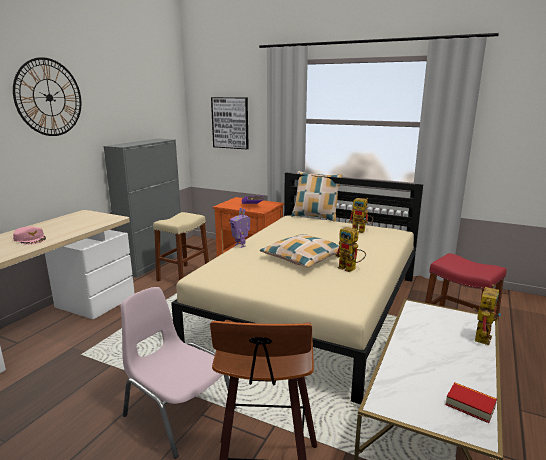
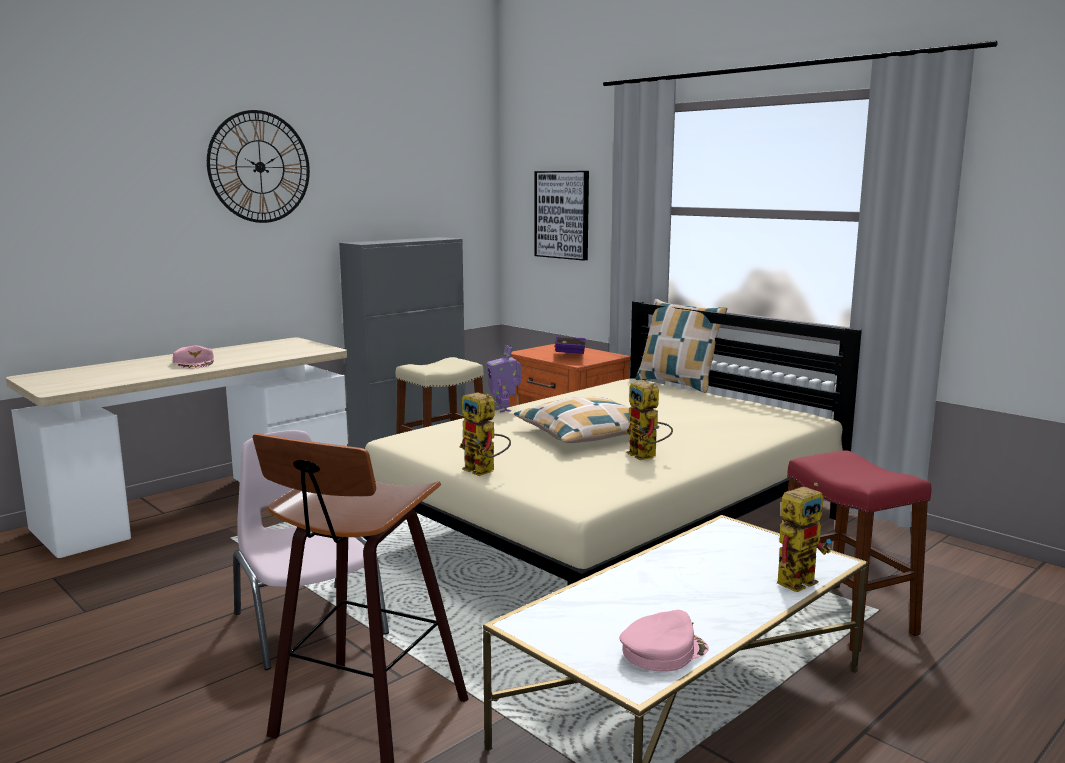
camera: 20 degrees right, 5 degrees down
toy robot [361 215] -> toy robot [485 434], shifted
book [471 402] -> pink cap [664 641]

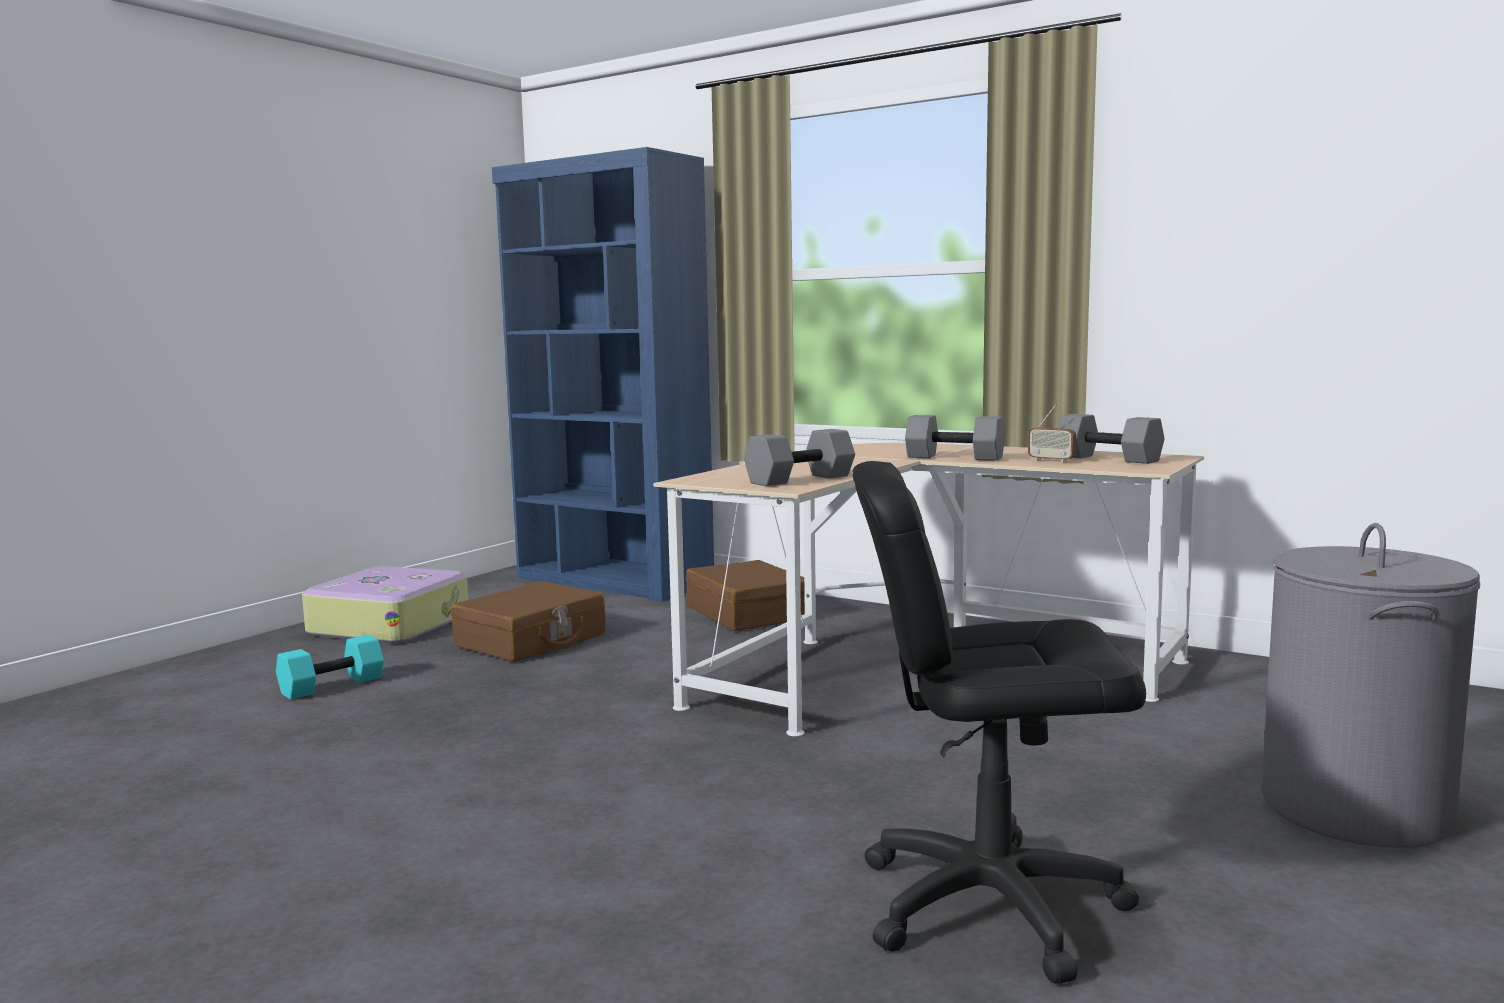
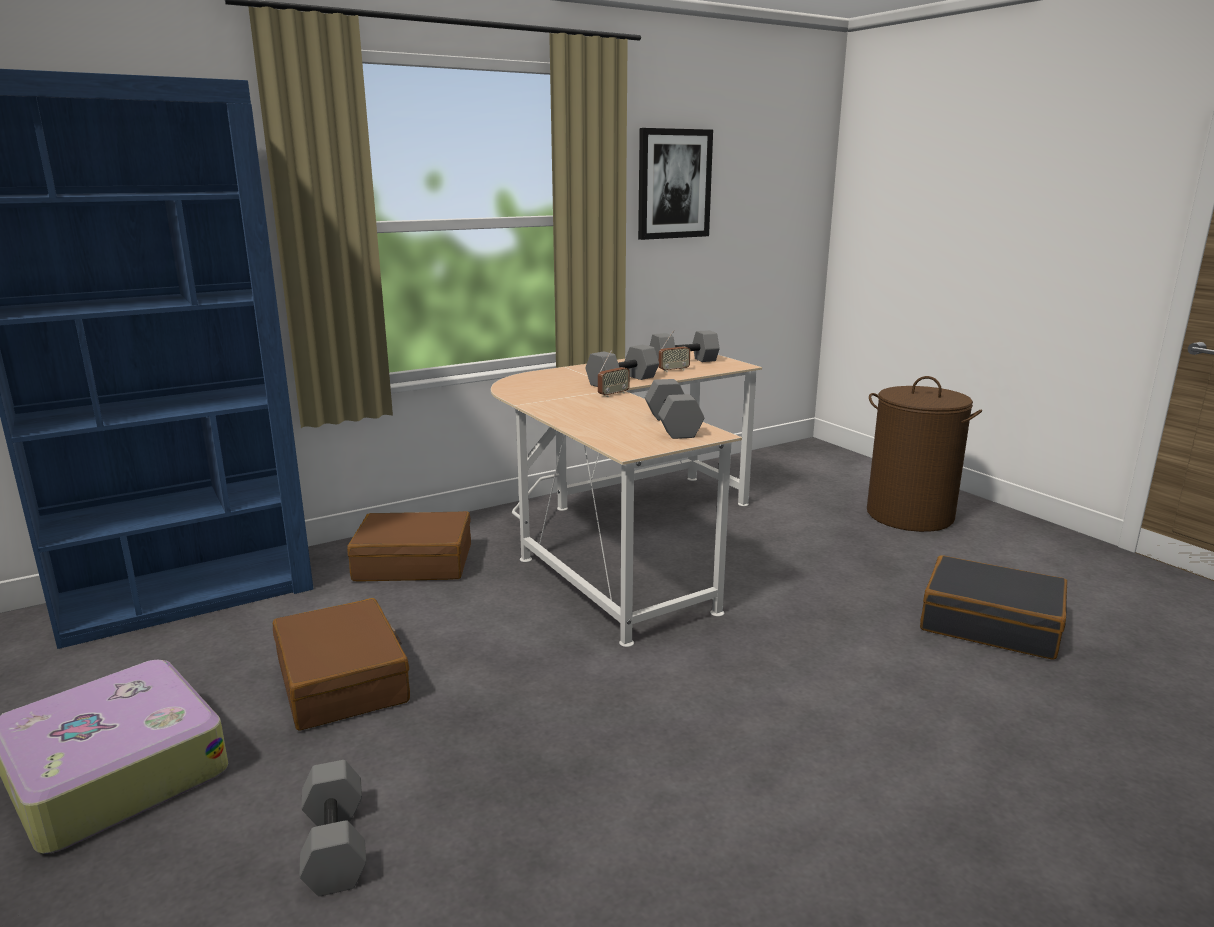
camera: 65 degrees left, 10 degrees up
black office chair [999 722] -> black suitcase [993 607]
grey laundry basket [1370 685] -> brown laundry basket [924 454]
turquoise dumbbell [330 667] -> grey dumbbell [332 828]
none -> picture [675 184]
none -> radio [614 373]

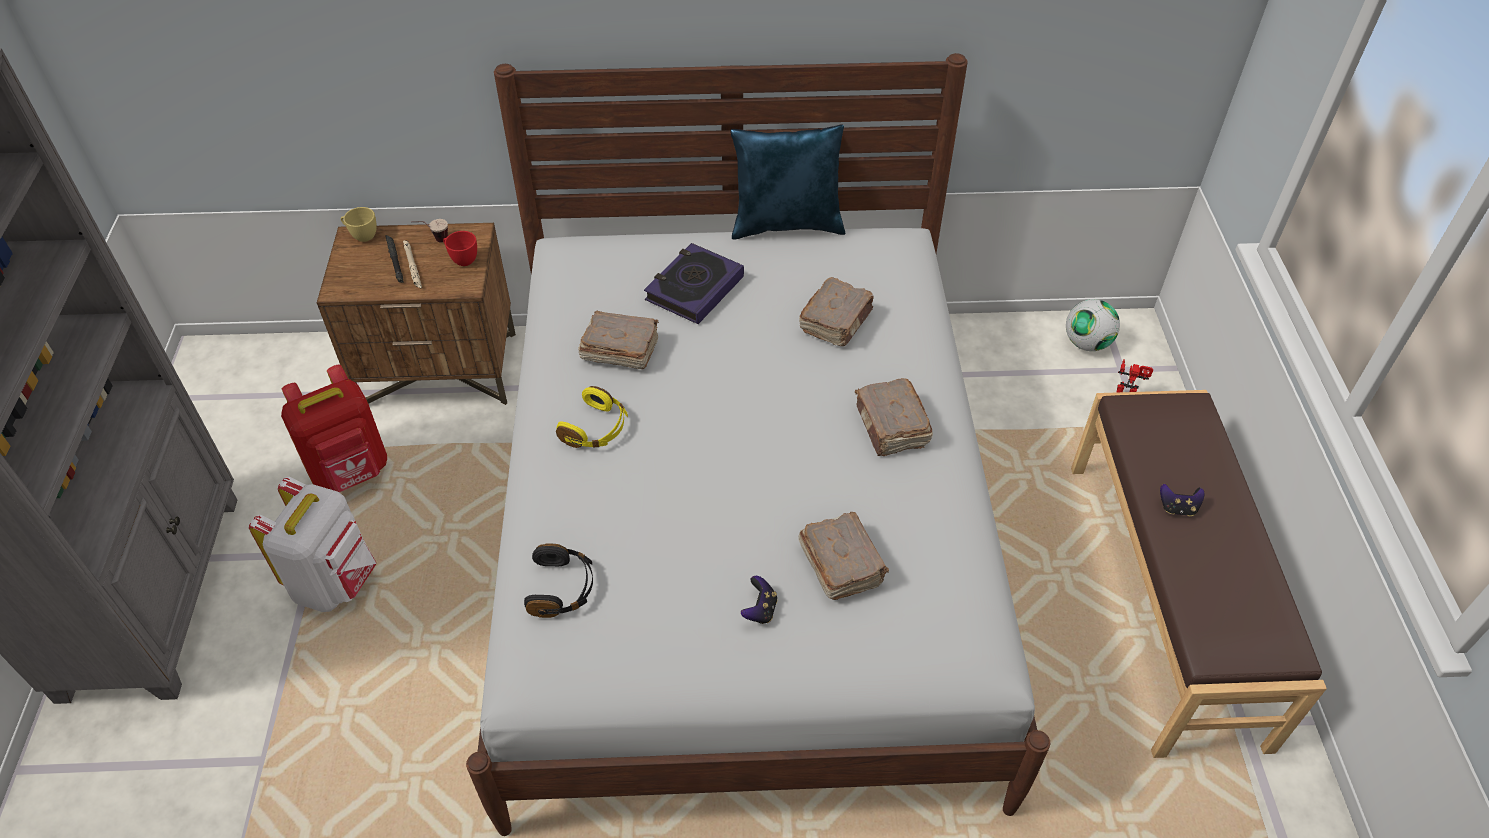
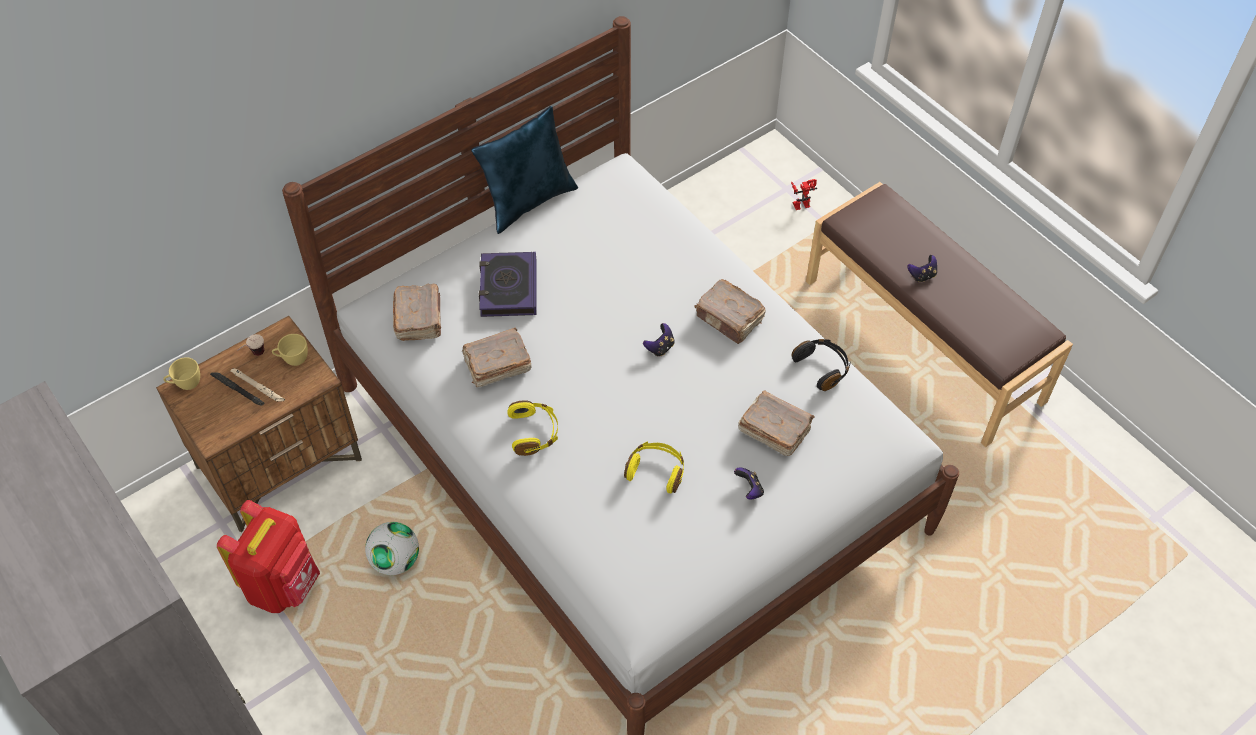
camera: 35 degrees left, 5 degrees up
red cup [460 248] -> yellow cup [290 350]
brown book [836 311] -> brown book [417 312], shifted
football [1093 325] -> football [392 548], shifted
white backpack [313 544] -> none
black headphones [558 580] -> black headphones [821 365], shifted
none -> game controller [659 340]
none -> yellow headphones [654 467]

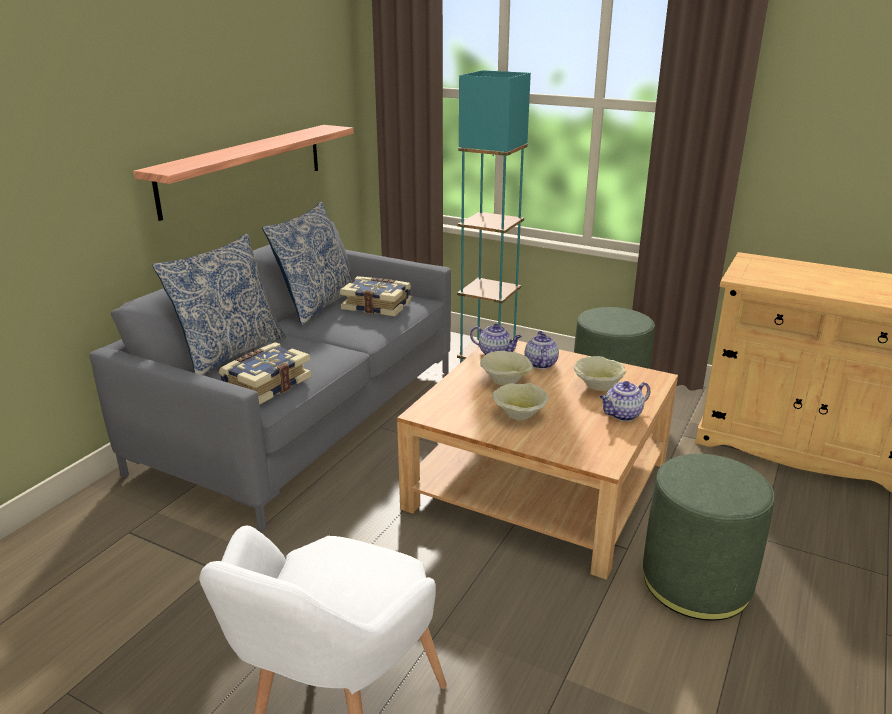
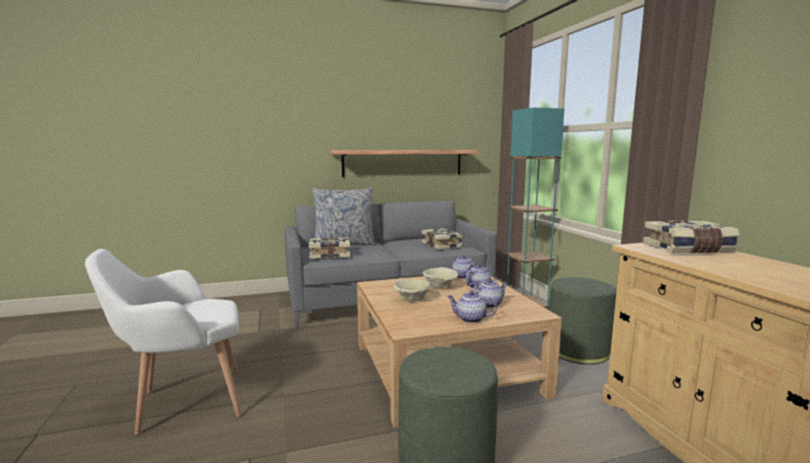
camera: 45 degrees right, 15 degrees down
pillow [307 263] -> none
beige bowl [600 373] -> teapot [489 293]
none -> book [691 237]

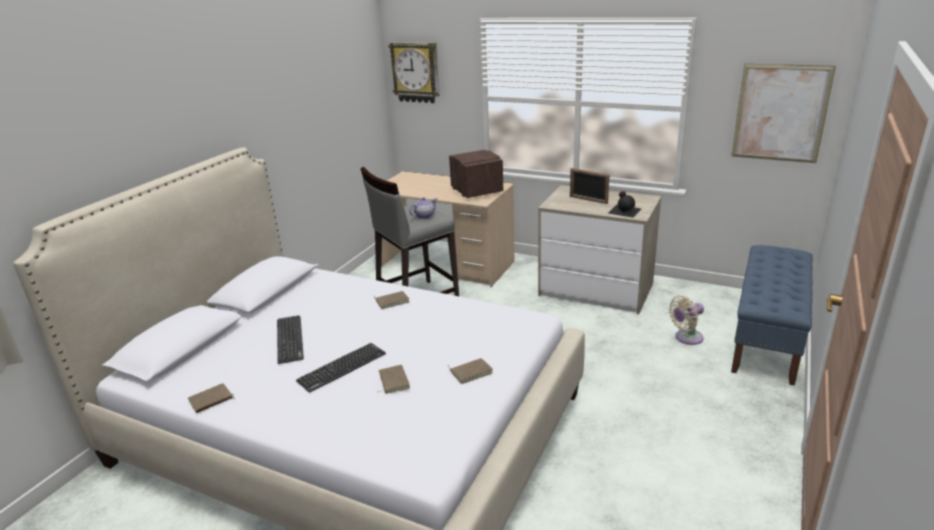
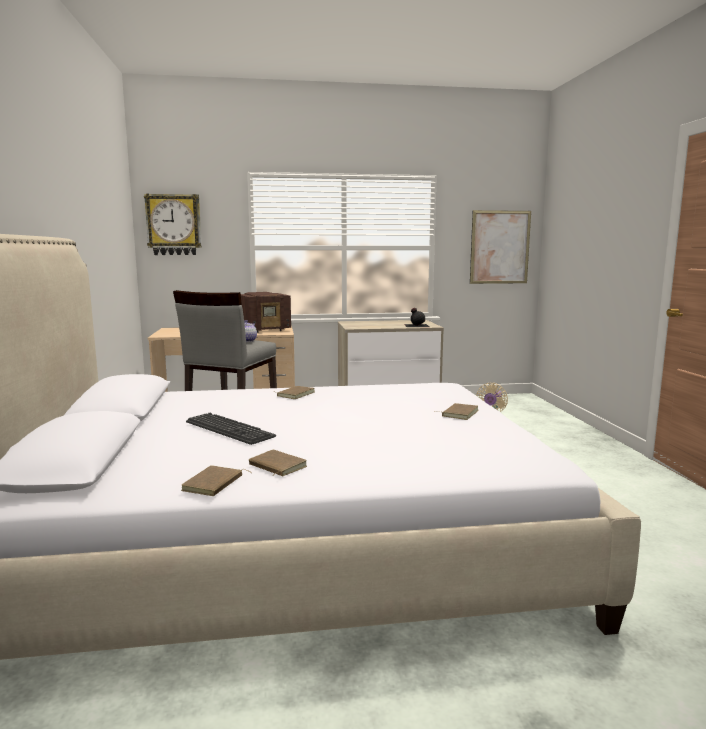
camera: 35 degrees left, 15 degrees down
radio [476 174] -> radio [266 312], 120 degrees clockwise
picture frame [590 186] -> none
blue bench [772 315] -> none
keyboard [341 367] -> none
brown book [394 379] -> brown book [278 463], shifted

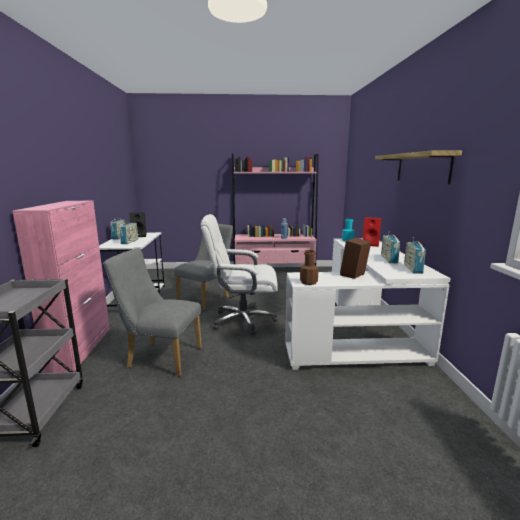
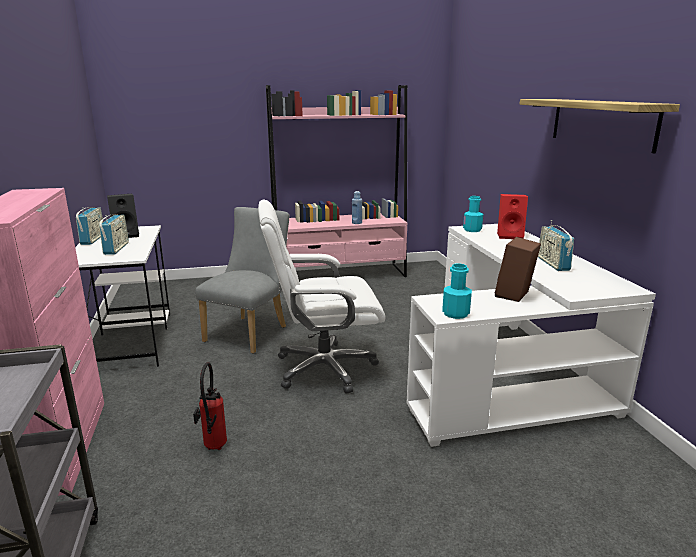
camera: 10 degrees left, 5 degrees up
radio [415 255] -> none
grey chair [152 312] -> fire extinguisher [210 406]
brown bottle [309 267] -> turquoise bottle [457 291]

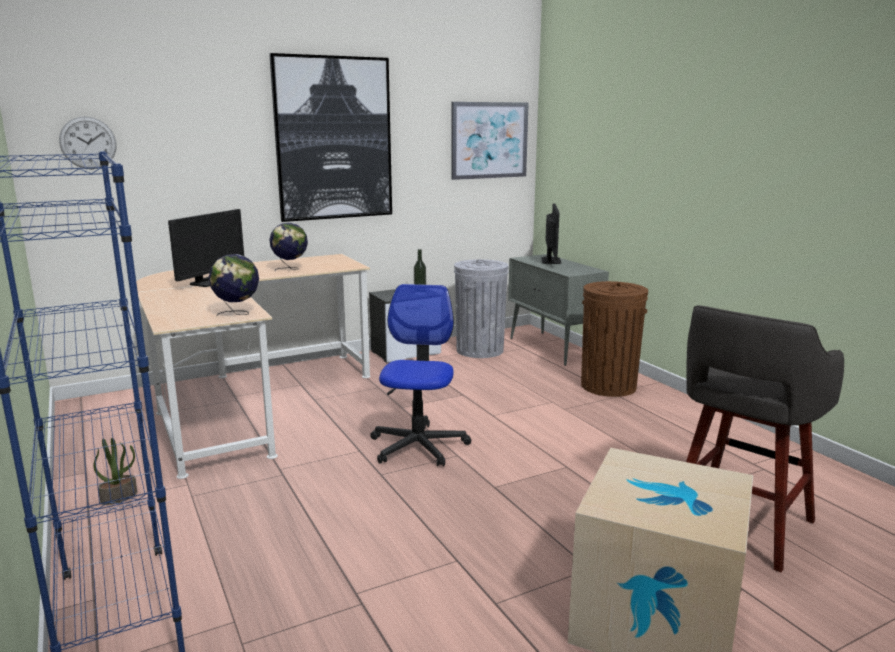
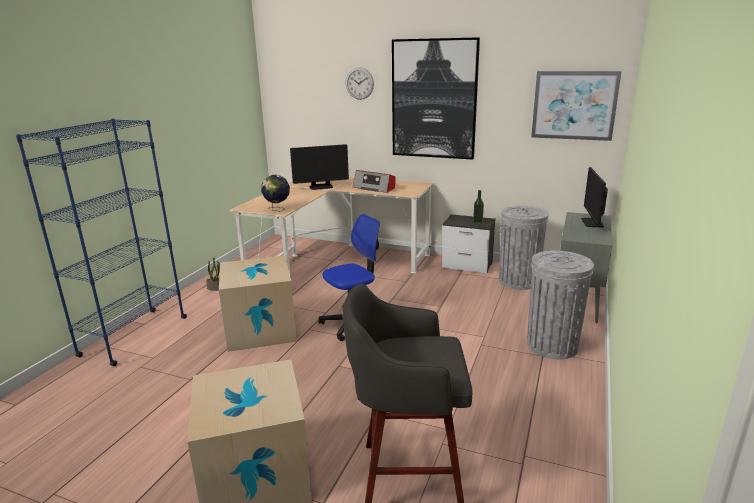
camera: 50 degrees right, 5 degrees up
wall clock [87 142] -> wall clock [360 84], shifted
monitor [551 233] -> monitor [595 197], 135 degrees clockwise
globe [288 246] -> radio [374 181]
brown trash can [614 339] -> grey trash can [560 304]
none -> cardboard box [258 303]

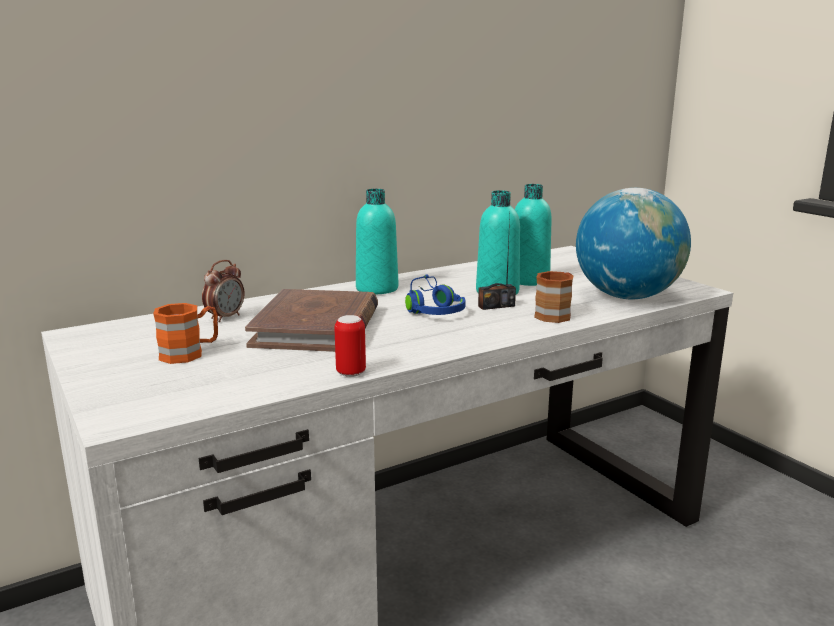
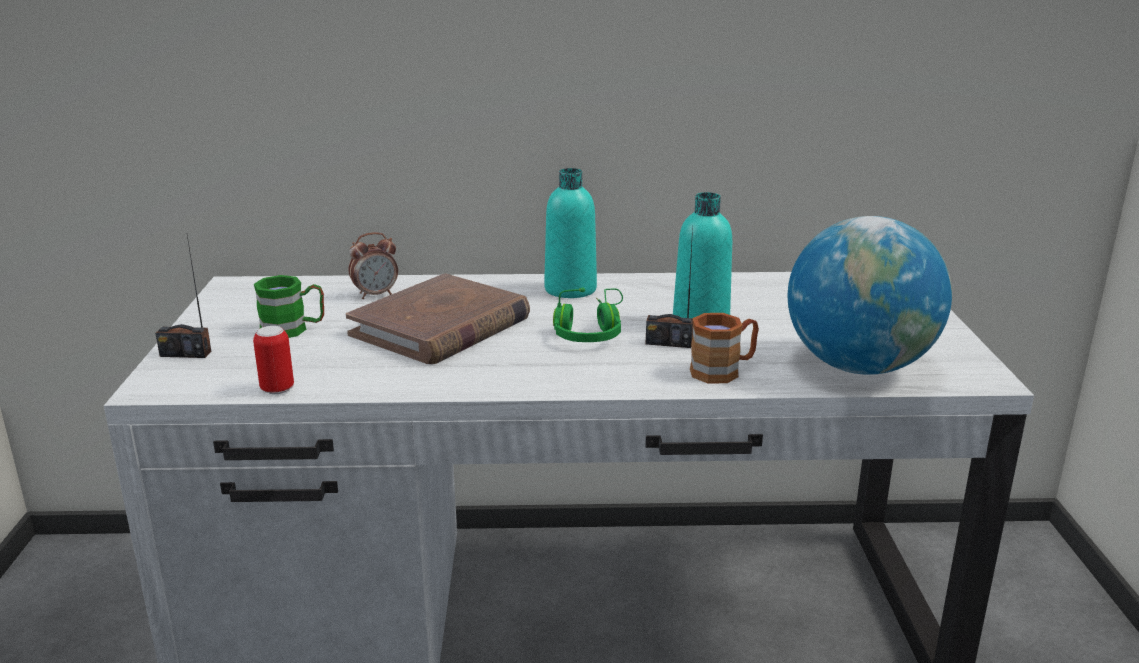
camera: 30 degrees right, 5 degrees up
turquoise bottle [533 235] -> none
blue headphones [435 295] -> green headphones [588 315]
orange mug [185 333] -> green mug [289 306]
can [350 346] -> can [273 360], shifted
none -> radio [183 297]

